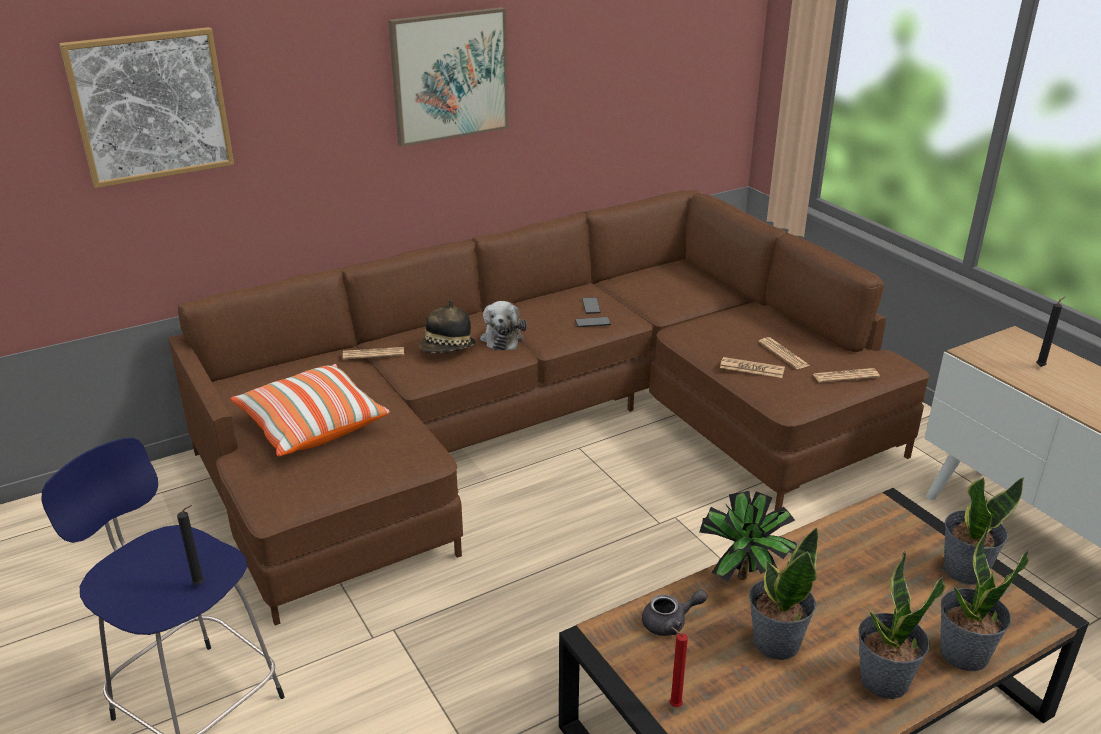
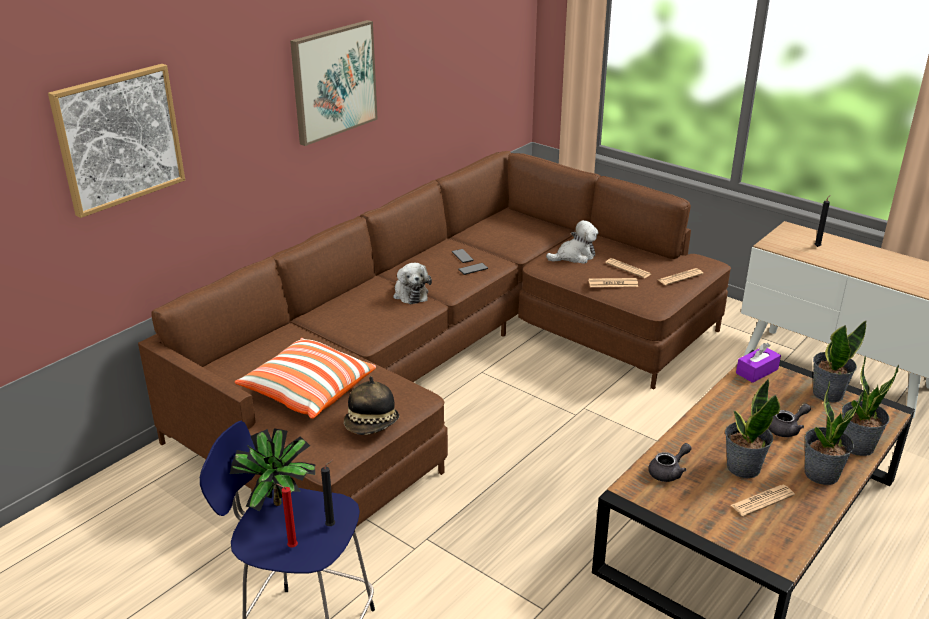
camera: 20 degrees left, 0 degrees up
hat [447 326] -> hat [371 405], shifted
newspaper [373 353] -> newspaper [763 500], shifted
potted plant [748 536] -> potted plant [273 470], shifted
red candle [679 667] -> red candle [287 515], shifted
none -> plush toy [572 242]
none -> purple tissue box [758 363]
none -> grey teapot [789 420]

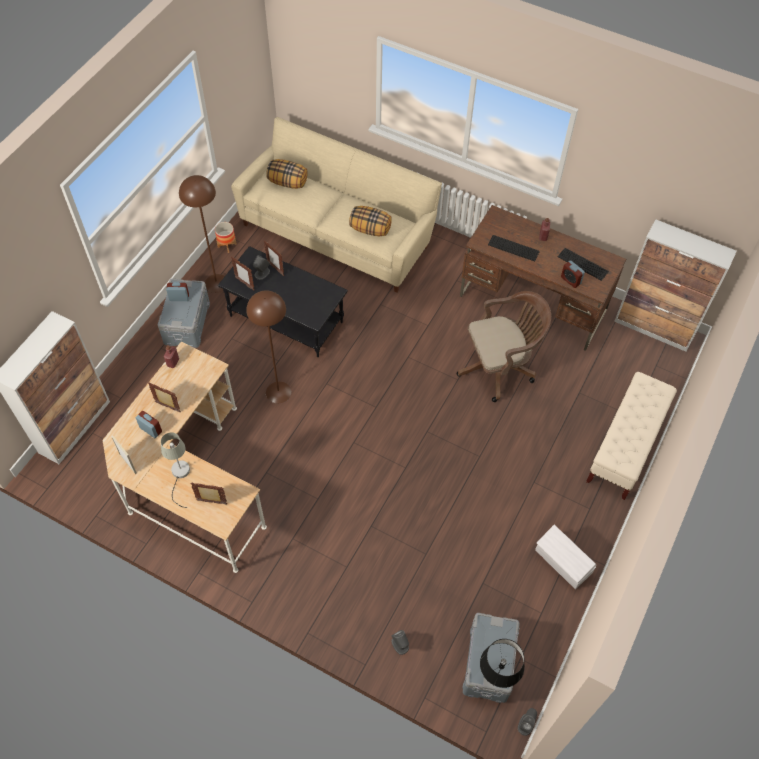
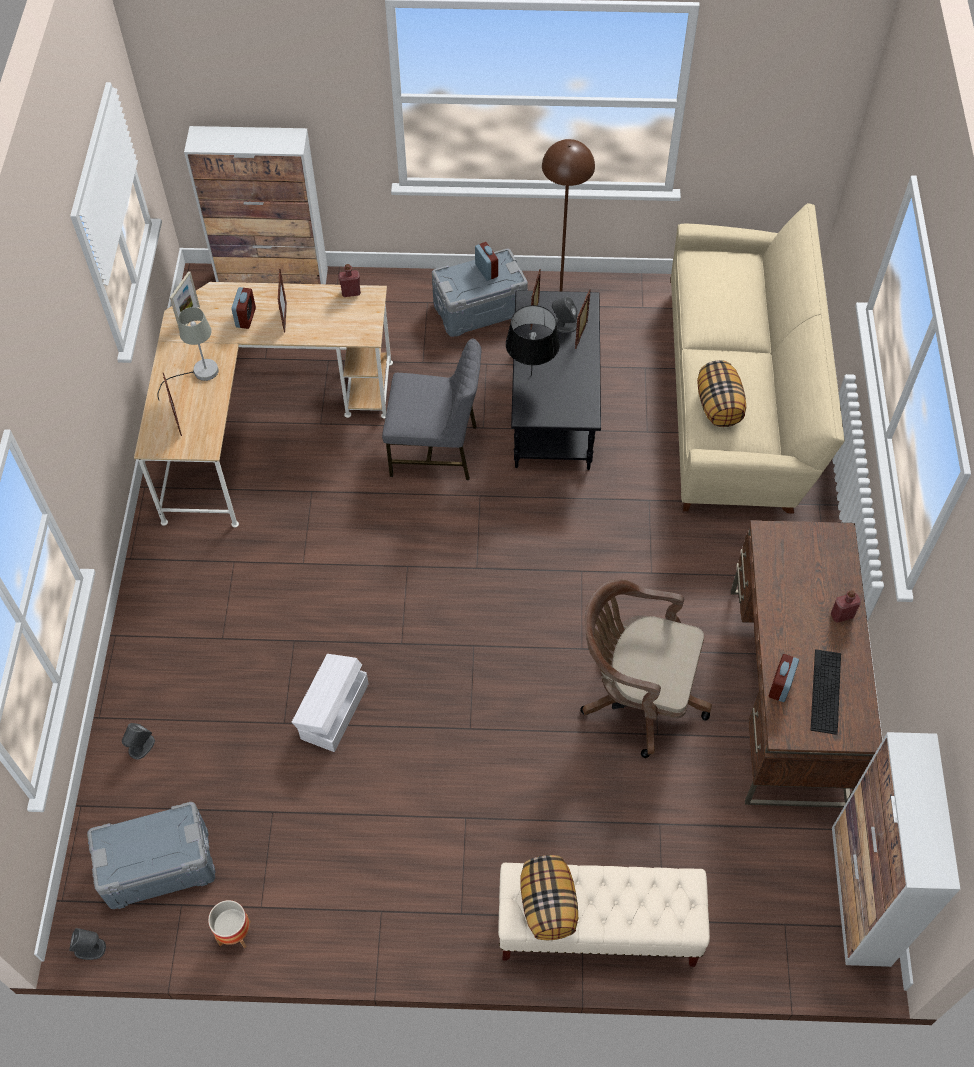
camera: 65 degrees right, 0 degrees up
pillow [287 174] -> pillow [549 897], shifted
planter [226 237] -> planter [229 924], shifted
keyboard [514 248] -> none
brown floor lamp [268 346] -> grey chair [431 409]
brown office chair [504 346] -> brown office chair [646 668], 150 degrees clockwise
white storage box [565 557] -> white storage box [330 703], shifted
black table lamp [502 663] -> black table lamp [533 340], shifted

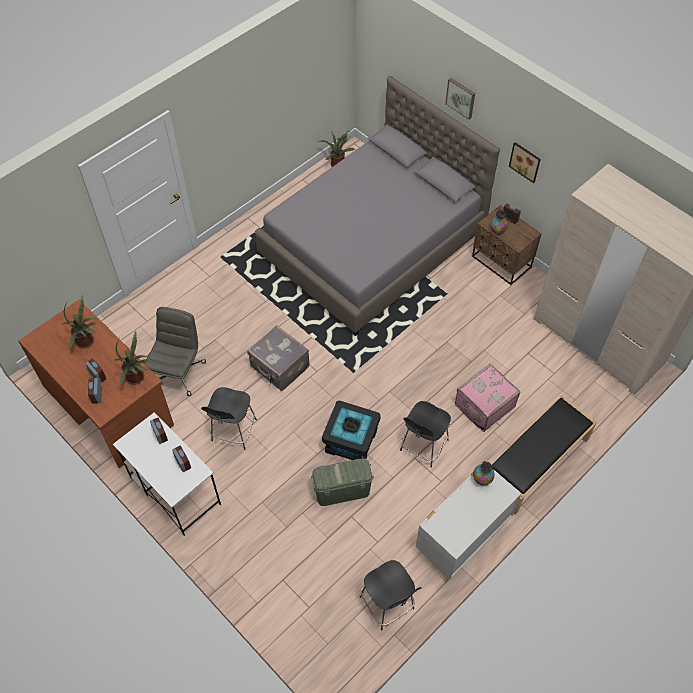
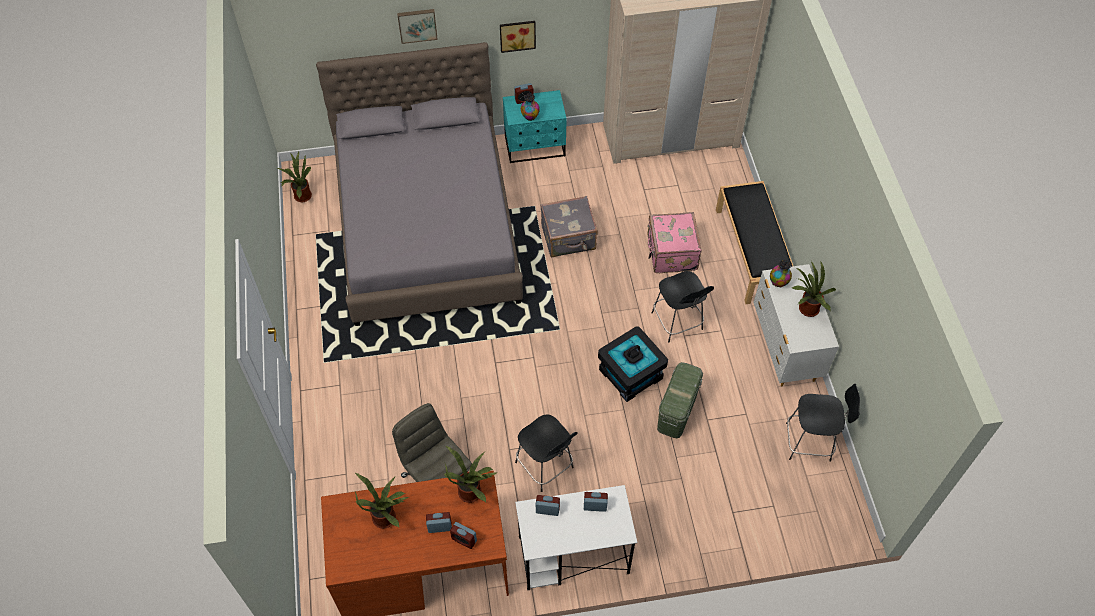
camera: 55 degrees left, 0 degrees up
brown nightstand [506 245] -> turquoise nightstand [535 126]
grey suitcase [278 358] -> grey suitcase [569 227], shifted
none -> potted plant [814 289]

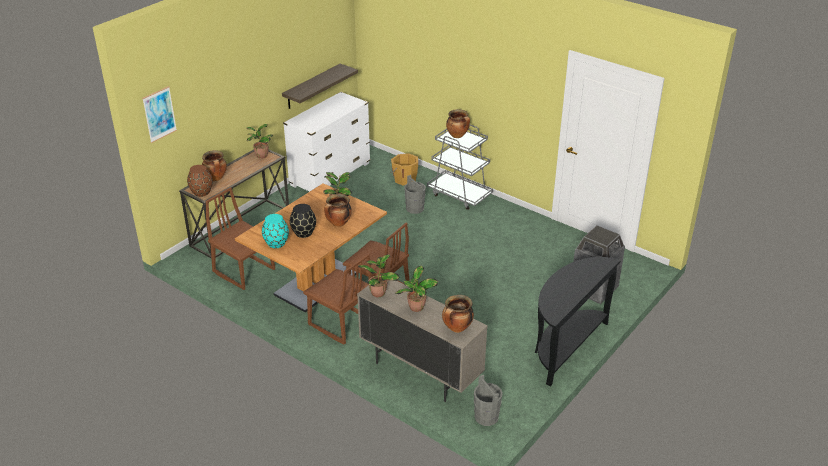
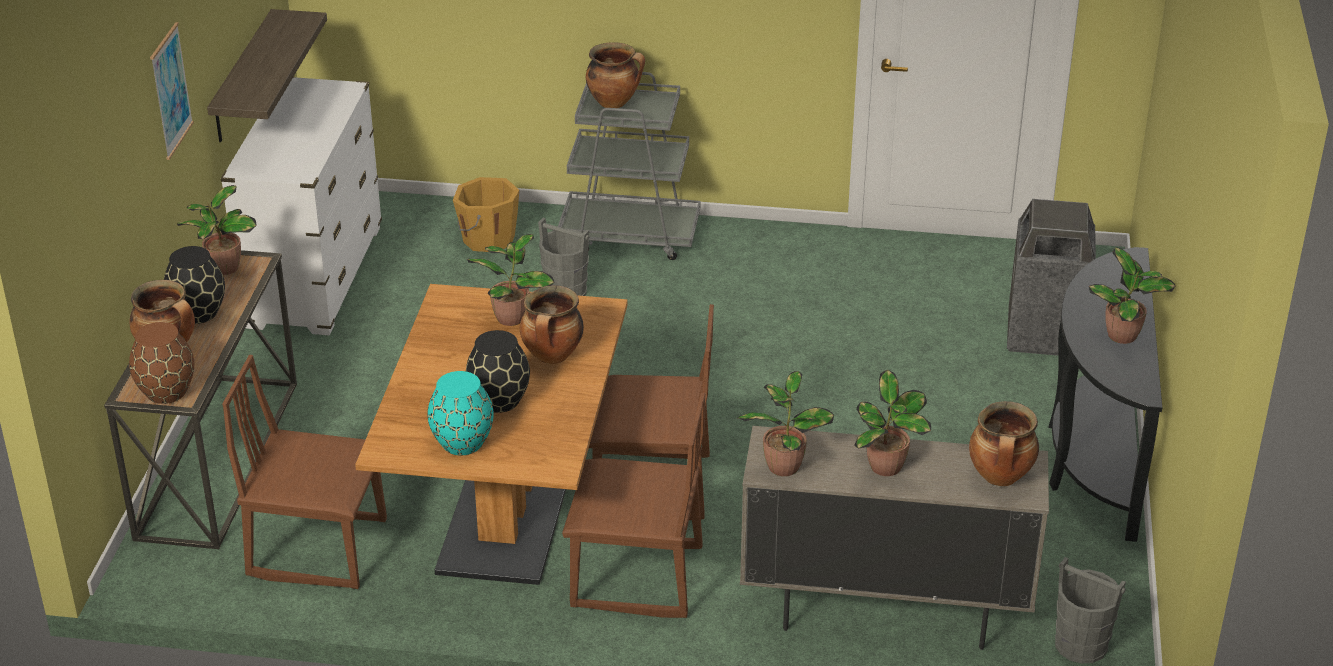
camera: 30 degrees left, 0 degrees up
picture [159 114] -> picture [172 91], shifted
none -> black vase [194 285]
none -> potted plant [1132 295]

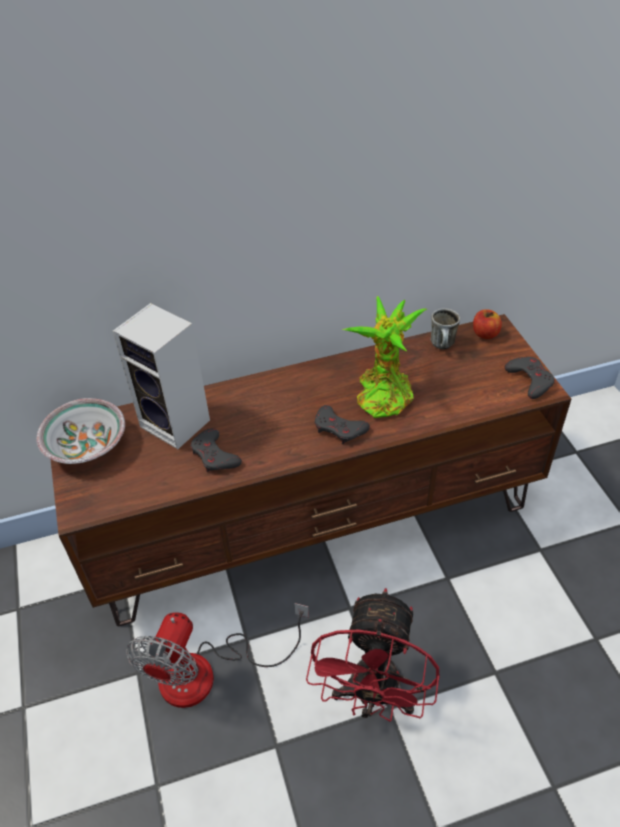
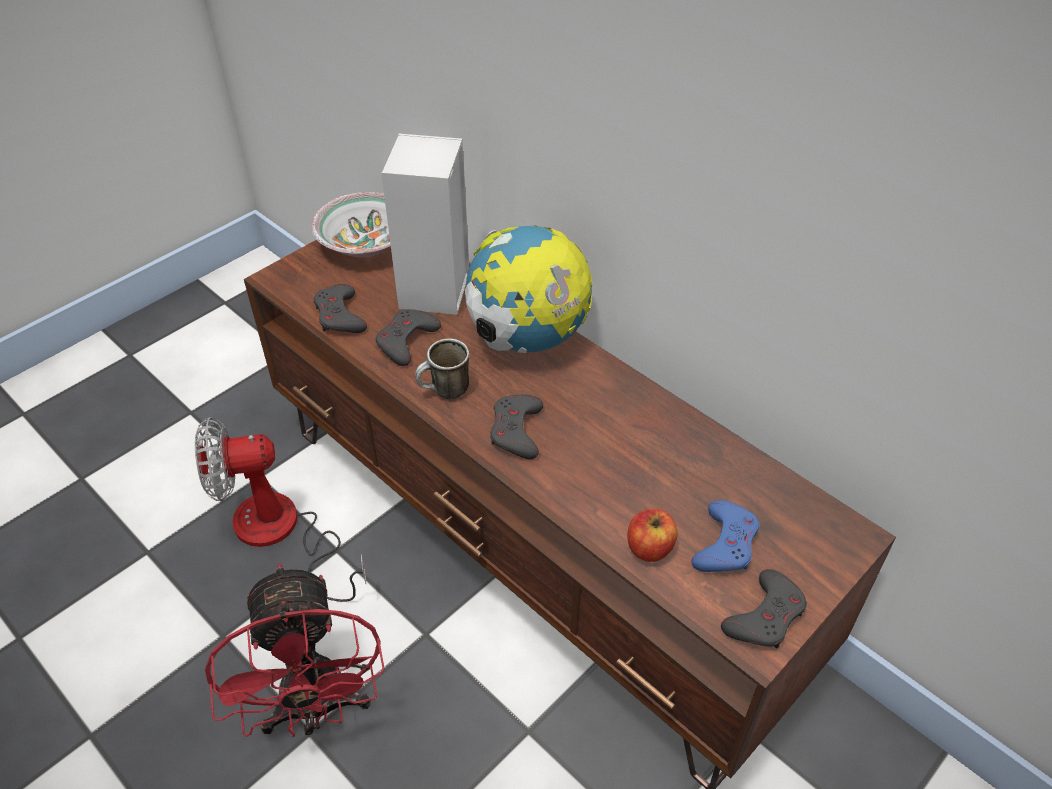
camera: 60 degrees right, 0 degrees up
potted plant [384 357] -> none
mug [445 328] -> mug [442 368], shifted
apple [487 324] -> apple [652 535], shifted
red fan [373 655] -> red fan [295 650], 90 degrees counterclockwise
none -> globe [529 289]
none -> grey game controller [340 308]
none -> blue game controller [726 536]

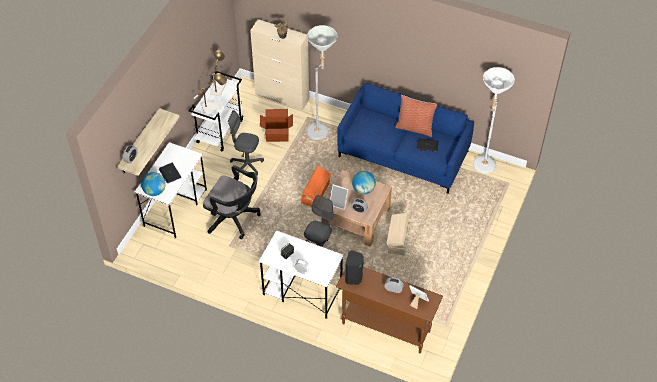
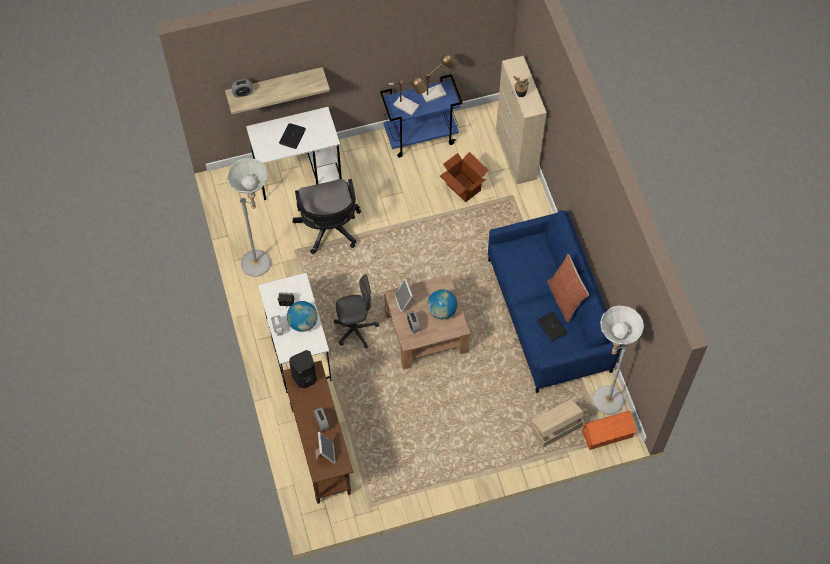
camera: 50 degrees right, 10 degrees up
grey floor lamp [322 82] -> grey floor lamp [249 217], shifted
white cart [215 111] -> blue cart [421 116]
grey office chair [246 143] -> none
orange storage box [316 186] -> orange storage box [609 430], shifted
globe [153 184] -> globe [302 316], shifted
beige storage box [398 234] -> beige storage box [558 423], shifted

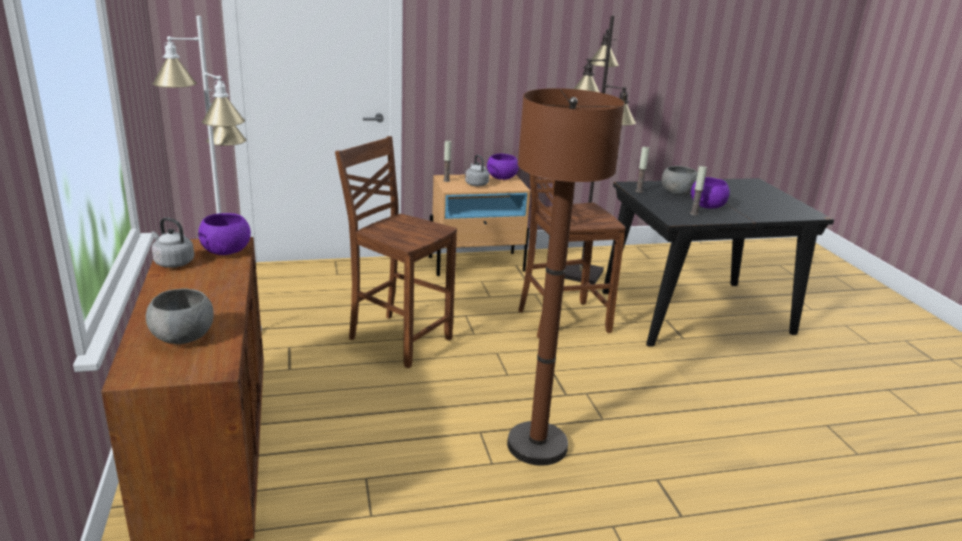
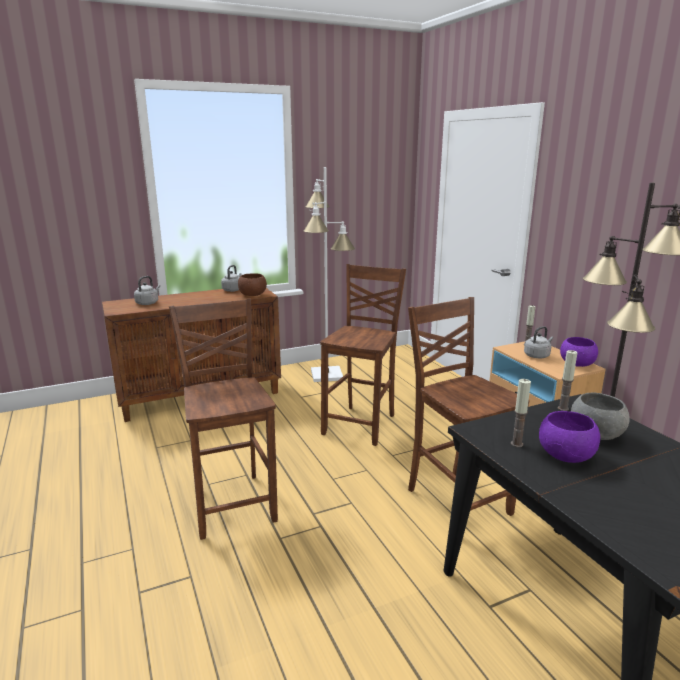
camera: 80 degrees right, 5 degrees down
brown floor lamp [566 277] -> brown chair [223 419]
purple bowl [224 234] -> brown bowl [252 284]
grey bowl [180 316] -> grey kettle [147 290]

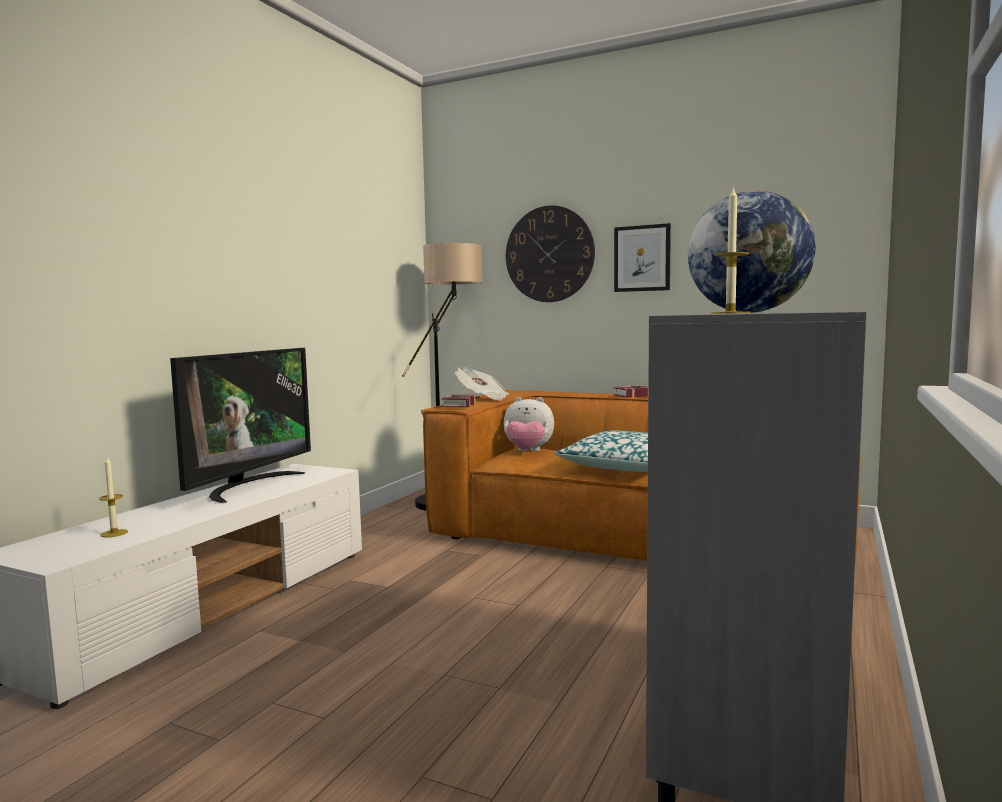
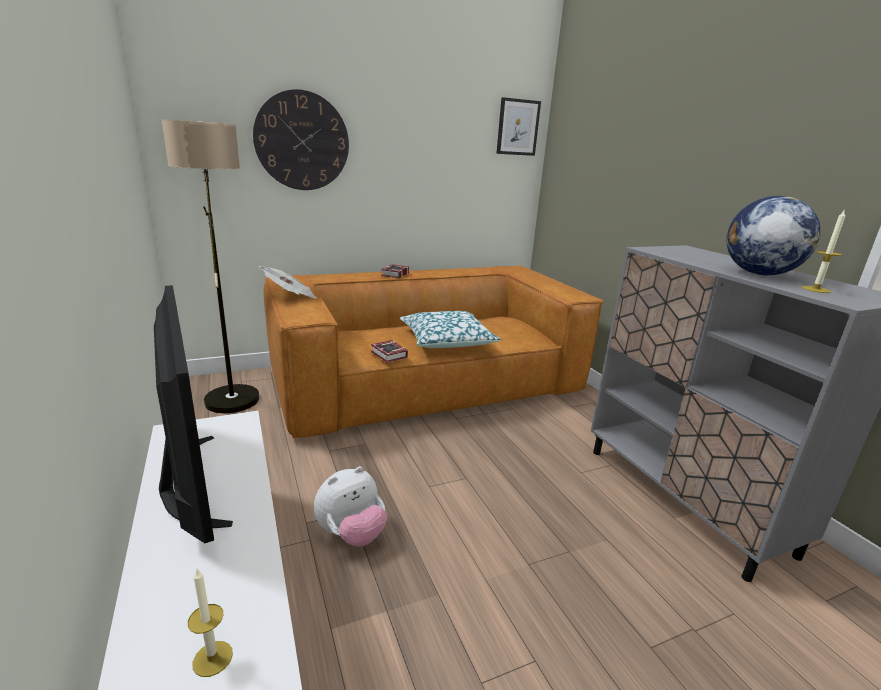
camera: 50 degrees left, 15 degrees up
picture [642 257] -> picture [518 126], shifted
book [458 401] -> book [389 351], shifted
plush toy [529 424] -> plush toy [350 506], shifted

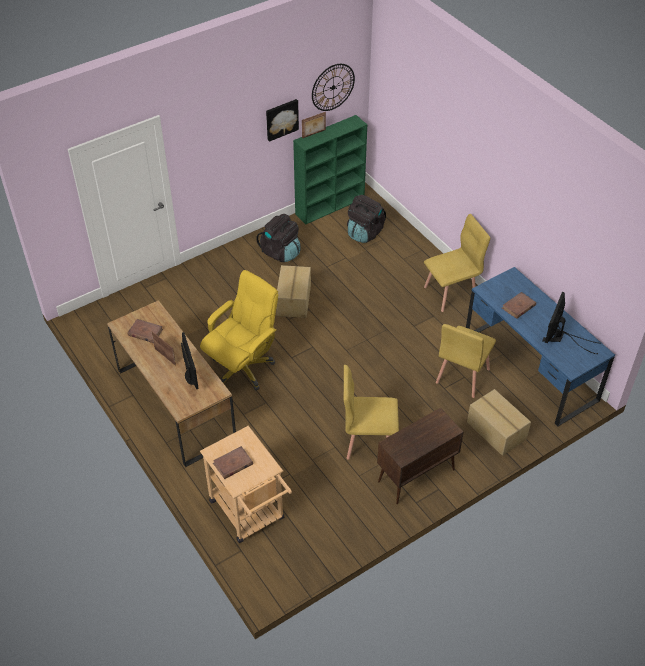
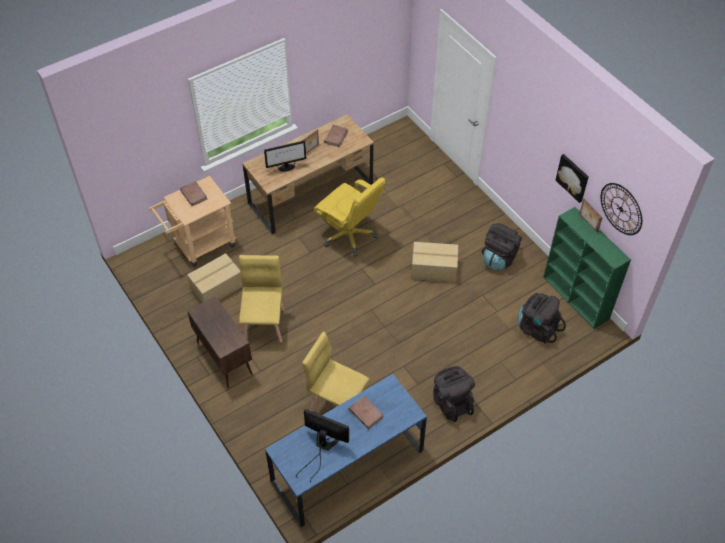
camera: 90 degrees right, 5 degrees up
yellow chair [457 263] -> black backpack [454 394]
cardboard box [499 422] -> cardboard box [215 278], shifted

